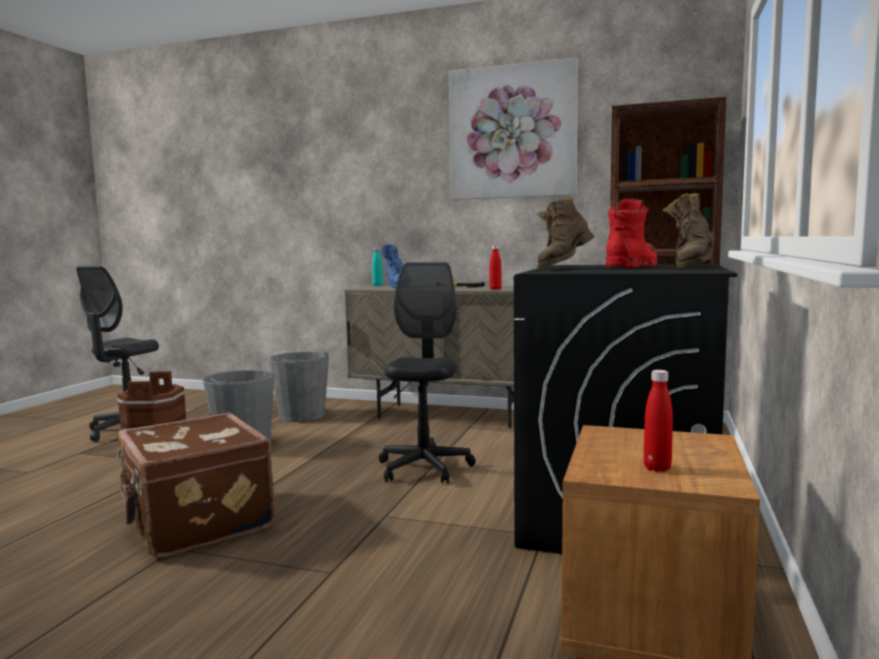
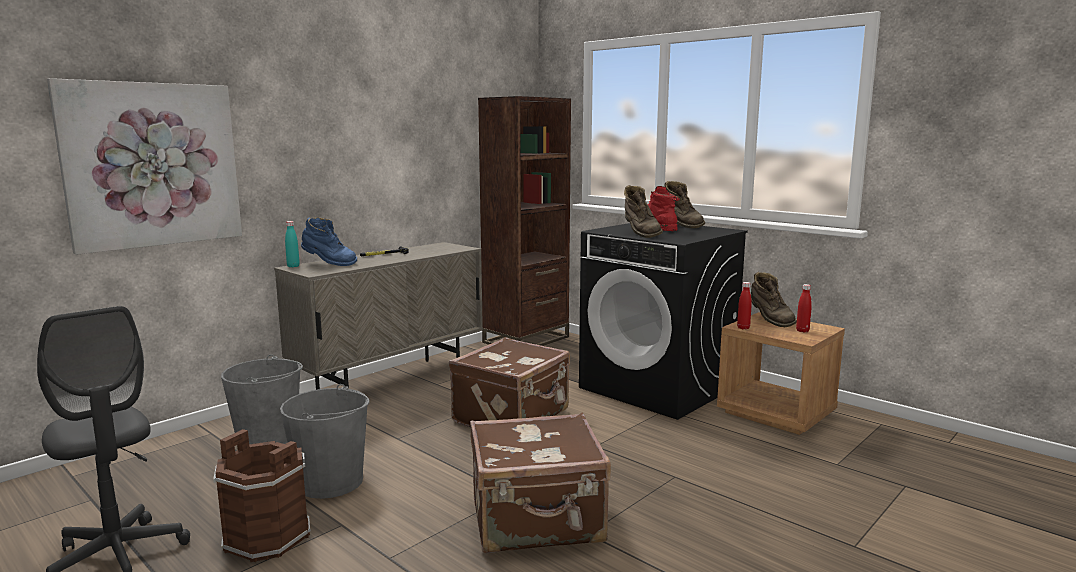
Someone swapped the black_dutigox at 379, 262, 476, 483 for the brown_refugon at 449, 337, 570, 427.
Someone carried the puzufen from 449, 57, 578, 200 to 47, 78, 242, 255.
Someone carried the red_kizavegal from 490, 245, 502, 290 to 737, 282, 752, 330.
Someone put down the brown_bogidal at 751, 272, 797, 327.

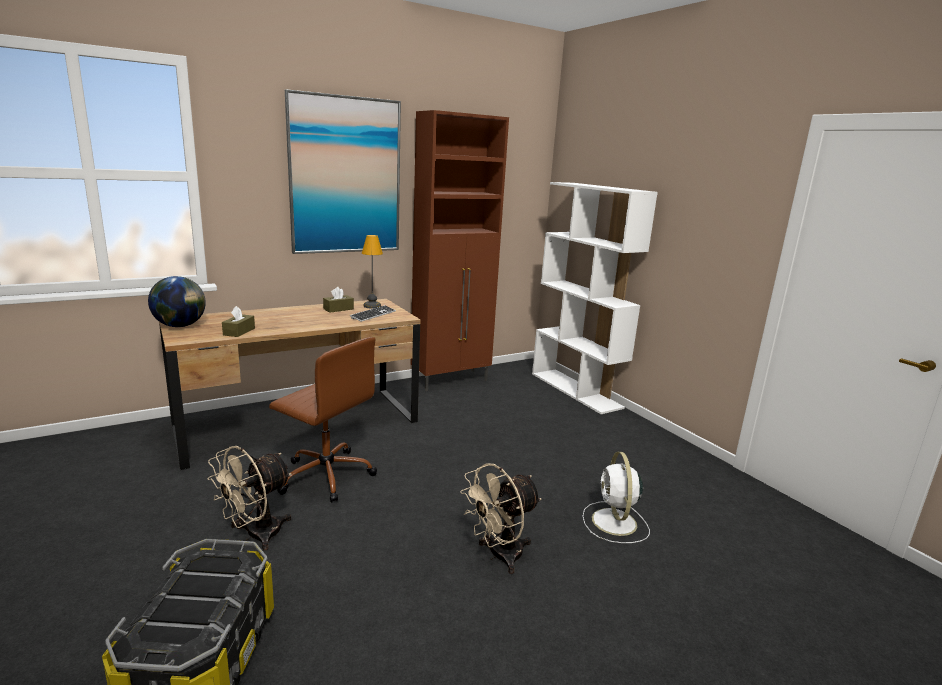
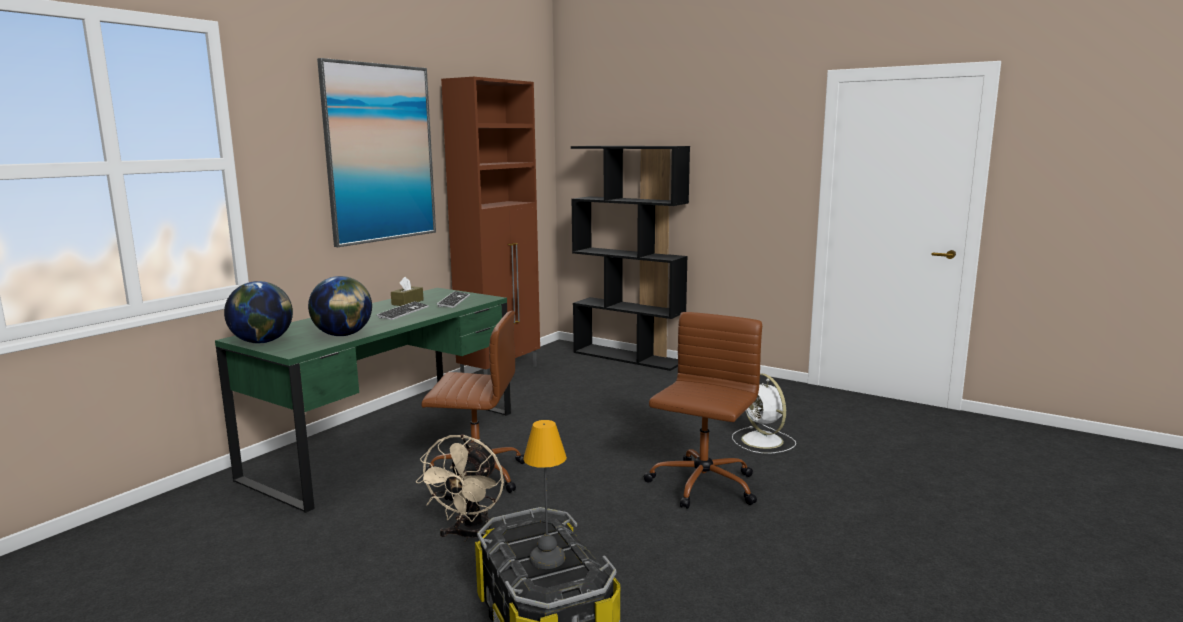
Someone repainted the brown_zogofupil at 159, 299, 420, 470, which became the green_zogofupil at 215, 288, 511, 513.
Someone swapped the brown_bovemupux at 222, 306, 255, 337 for the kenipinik at 308, 276, 372, 336.
Someone carried the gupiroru from 362, 235, 383, 309 to 523, 420, 567, 569.
Someone swapped the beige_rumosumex at 460, 463, 542, 574 for the brown_dutigox at 644, 312, 762, 509.
Someone repainted the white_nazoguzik at 532, 182, 658, 414, which became the black_nazoguzik at 571, 146, 690, 371.
Someone put down the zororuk at 376, 301, 429, 320.

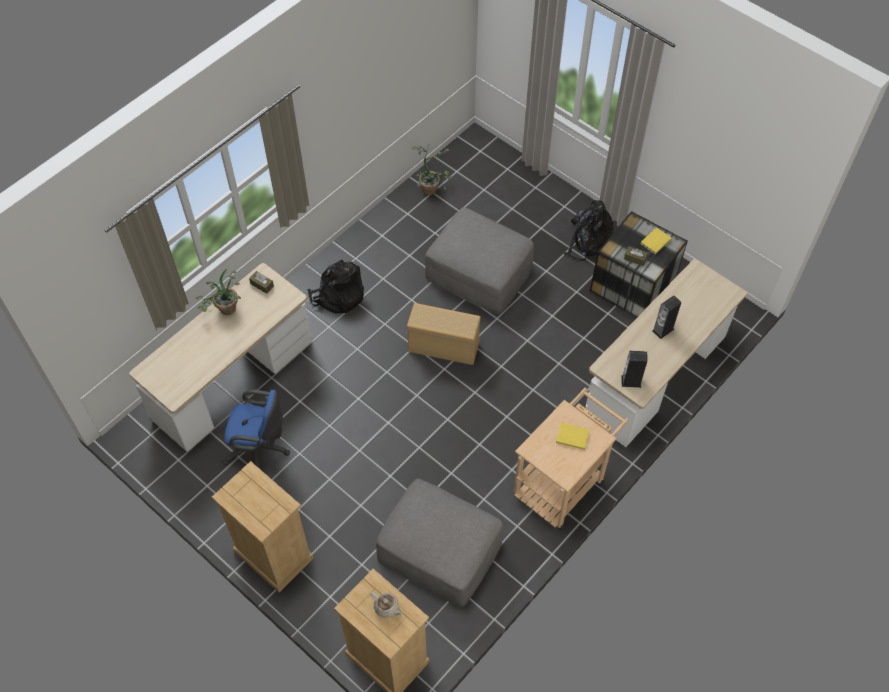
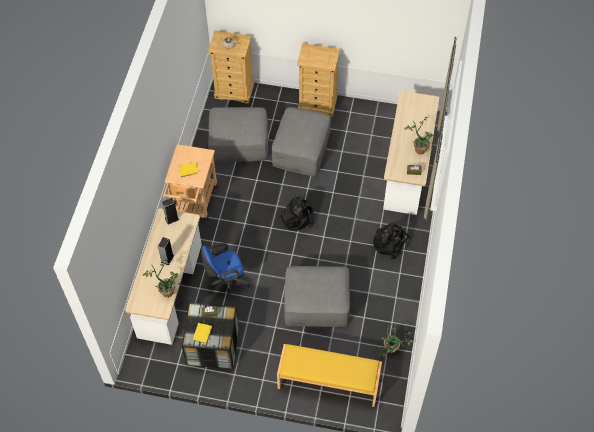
Someone carried the blue_dutigox from 222, 390, 290, 469 to 201, 243, 251, 300.
Someone took away the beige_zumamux at 407, 303, 481, 365.
Someone carried the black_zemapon from 564, 200, 613, 261 to 279, 197, 314, 231.
Someone put down the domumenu at 143, 258, 181, 298.
Someone put down the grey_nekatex at 272, 107, 331, 176.
Someone put down the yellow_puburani at 277, 344, 382, 407.

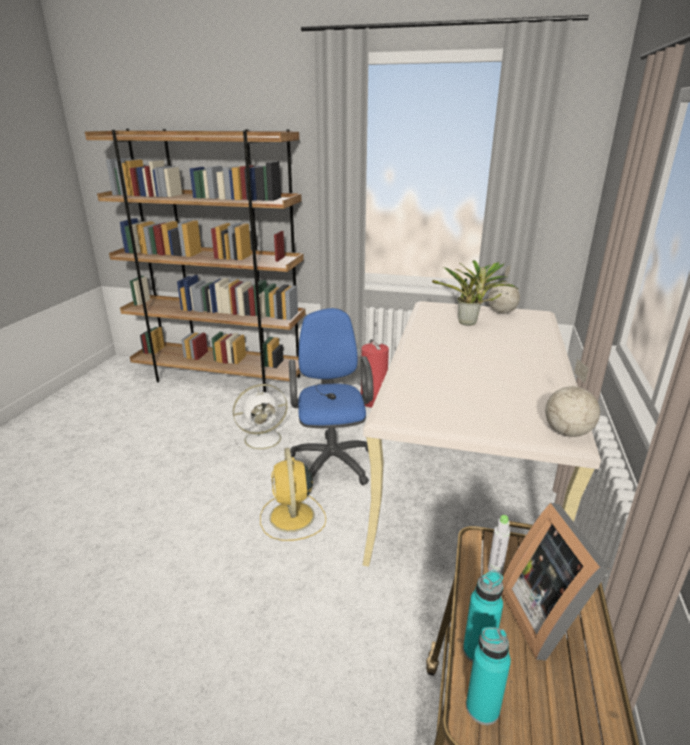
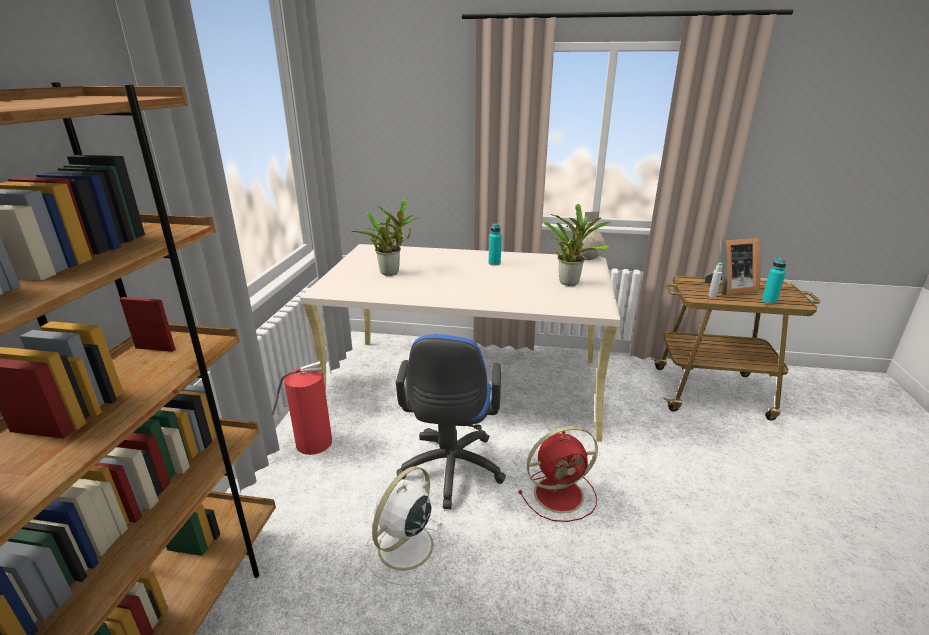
Someone rotated the white_rumosumex at 233, 384, 291, 454 by 120 degrees counterclockwise.
Someone repainted the yellow_rumosumex at 260, 448, 326, 541, which became the red_rumosumex at 518, 426, 598, 522.
Someone rotated the blue_dutigox at 289, 308, 374, 485 by 75 degrees counterclockwise.
Someone carried the turquoise_kizavegal from 466, 627, 511, 725 to 489, 223, 502, 266.
Someone took away the kenipinik at 488, 265, 520, 314.
Someone put down the domumenu at 544, 204, 610, 286.

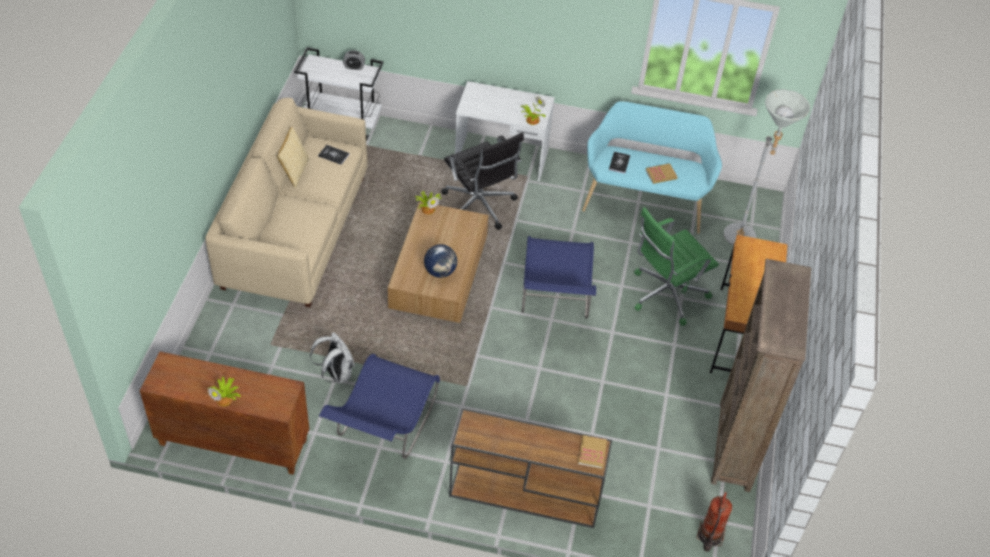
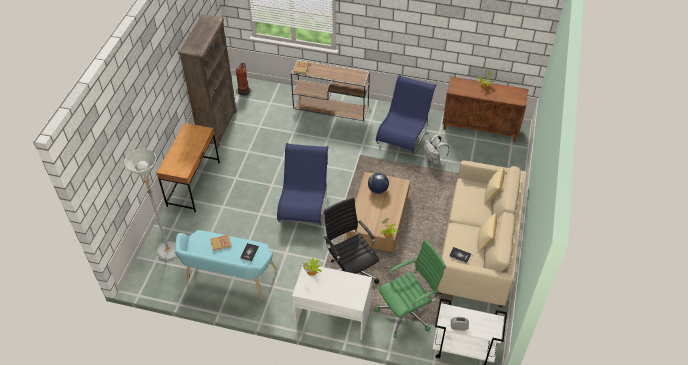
Someone carried the green_dutigox from 634, 207, 719, 326 to 375, 240, 446, 338.
Someone put down the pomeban at 484, 167, 504, 205.

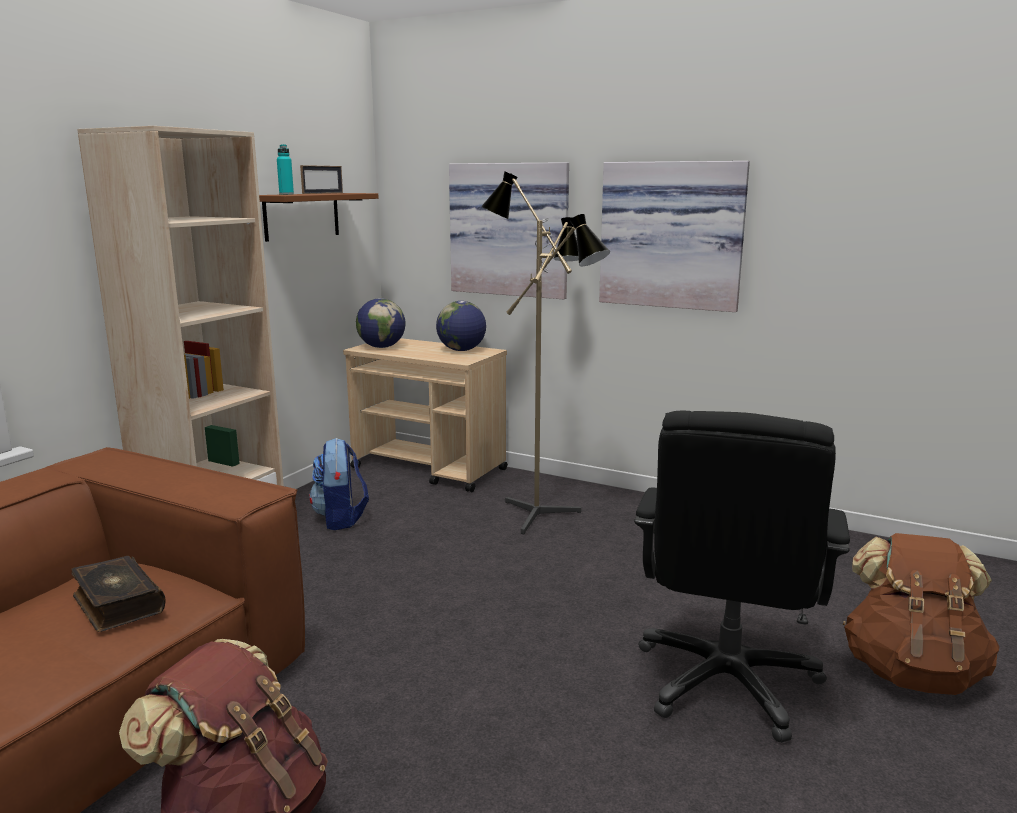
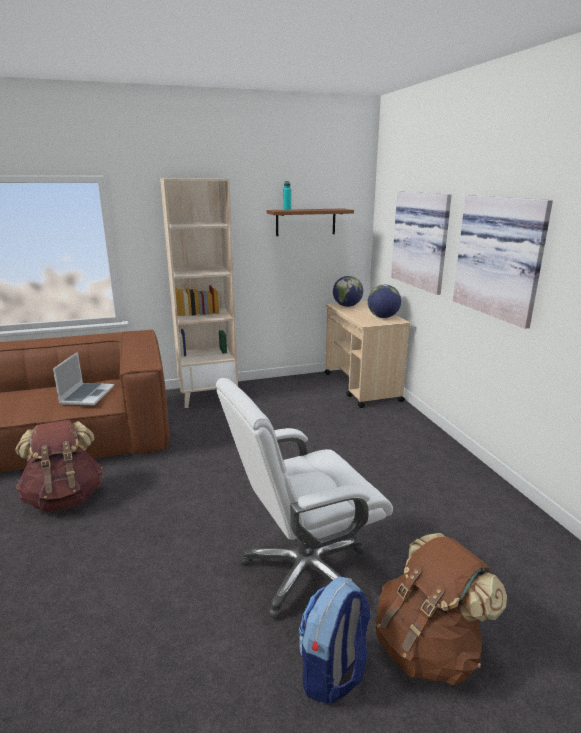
Someone swapped the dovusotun at 71, 556, 166, 632 for the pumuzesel at 53, 352, 114, 406.
Someone took away the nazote at 300, 165, 343, 194.
Someone carried the zemapon from 309, 438, 369, 530 to 299, 577, 371, 704.
Someone took away the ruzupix at 481, 171, 610, 534.
Someone repainted the black_dutigox at 634, 411, 850, 743, which became the white_dutigox at 216, 378, 393, 619.

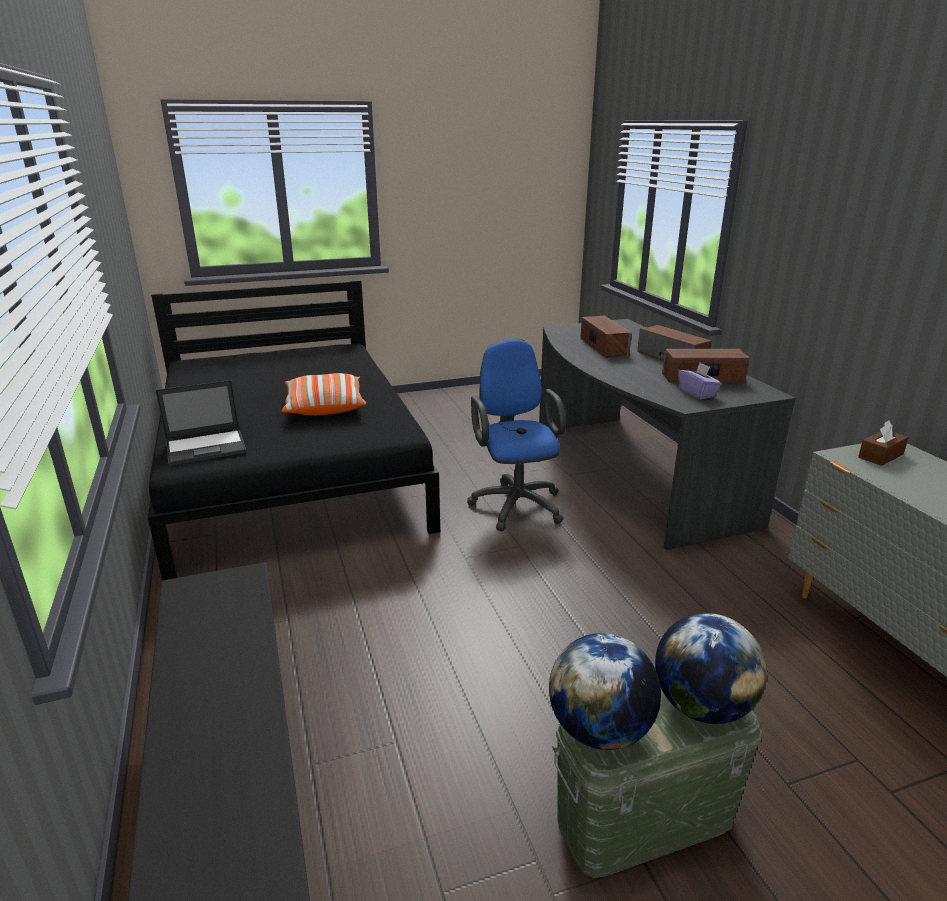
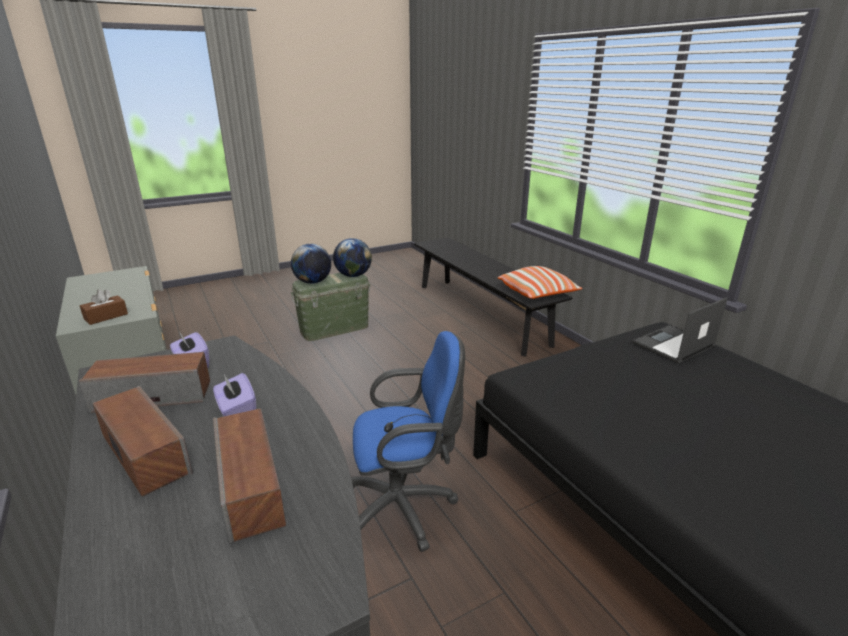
Someone carried the pomeban from 282, 373, 366, 416 to 498, 266, 582, 299.
Someone rotated the blue_dutigox at 467, 339, 566, 531 by 75 degrees counterclockwise.
Someone put down the purple_bovemupux at 213, 373, 256, 416.

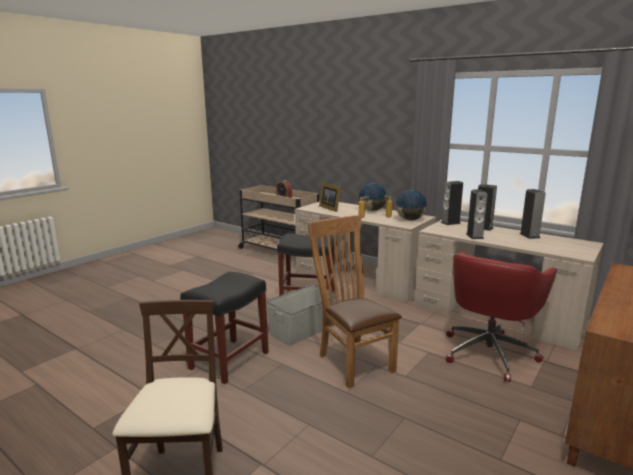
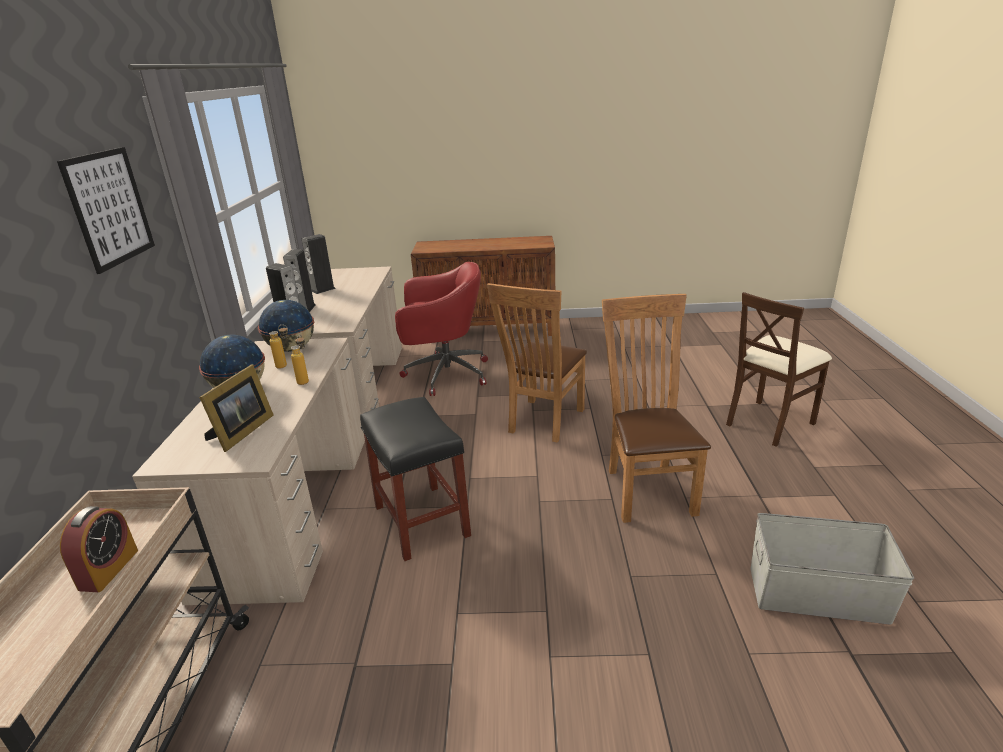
Someone swapped the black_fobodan at 180, 272, 269, 384 for the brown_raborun at 602, 294, 711, 523.
Someone carried the grey_zumamux from 267, 284, 339, 346 to 750, 513, 914, 625.
Someone took away the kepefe at 466, 190, 488, 239.
Someone put up the puzufen at 57, 147, 155, 274.

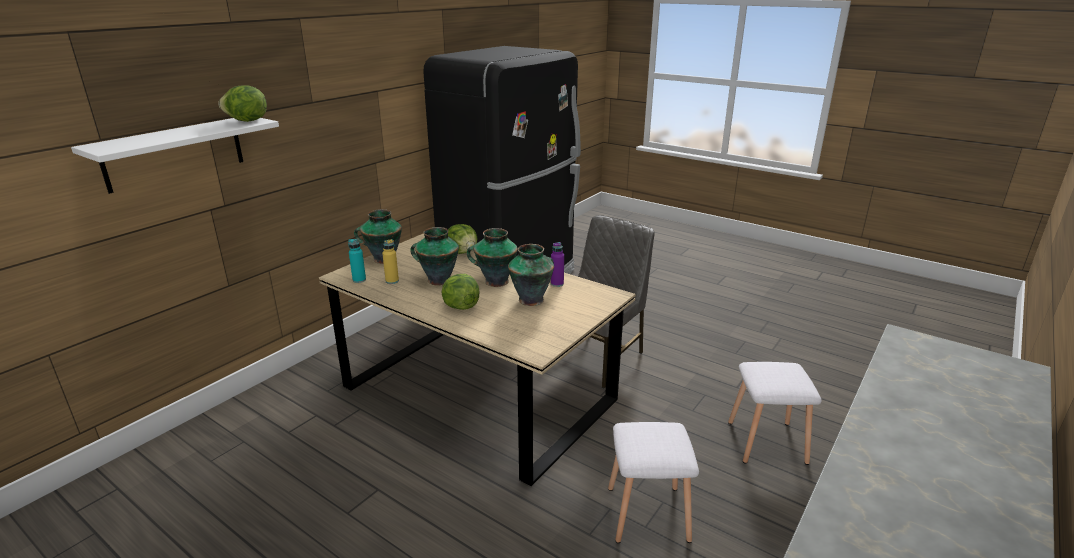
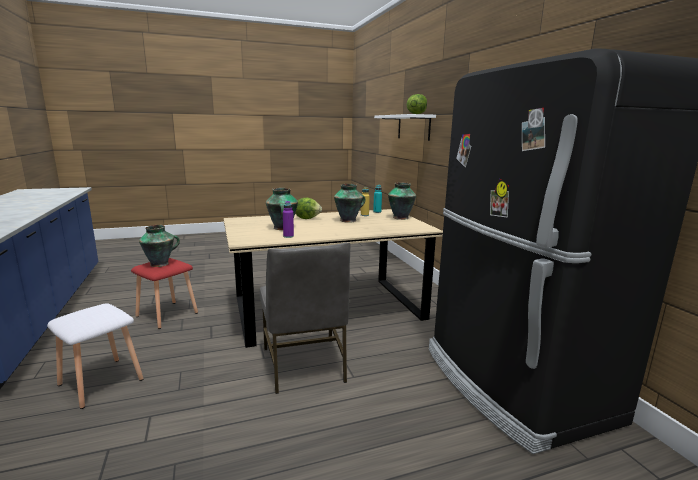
Someone took away the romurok at 448, 224, 478, 254.
Someone carried the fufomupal from 467, 228, 518, 287 to 139, 225, 180, 267.
Someone repainted the white_fobodan at 608, 422, 699, 543, which became the red_fobodan at 131, 258, 198, 329.

